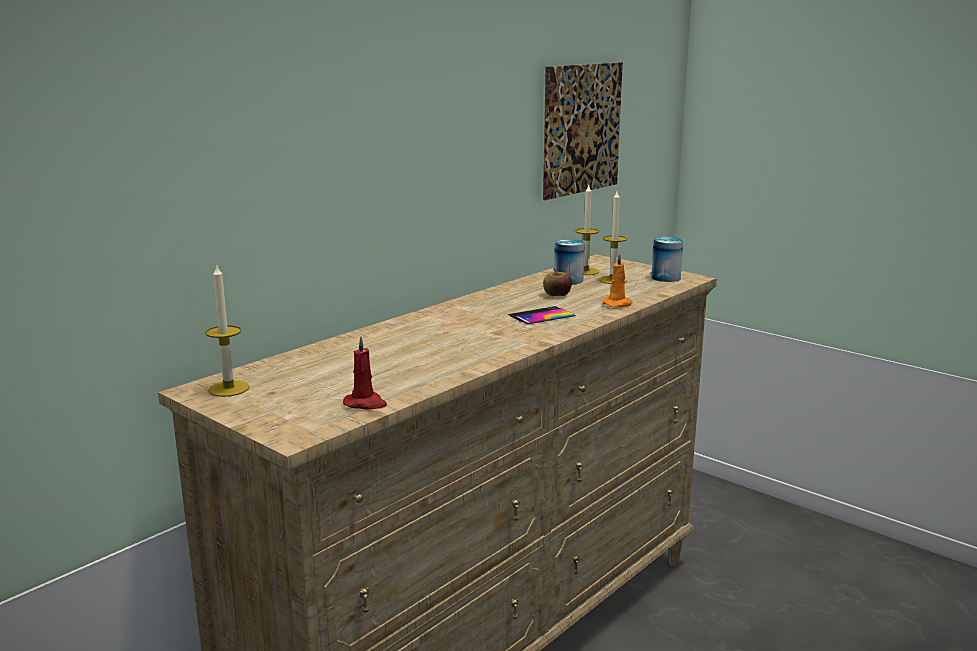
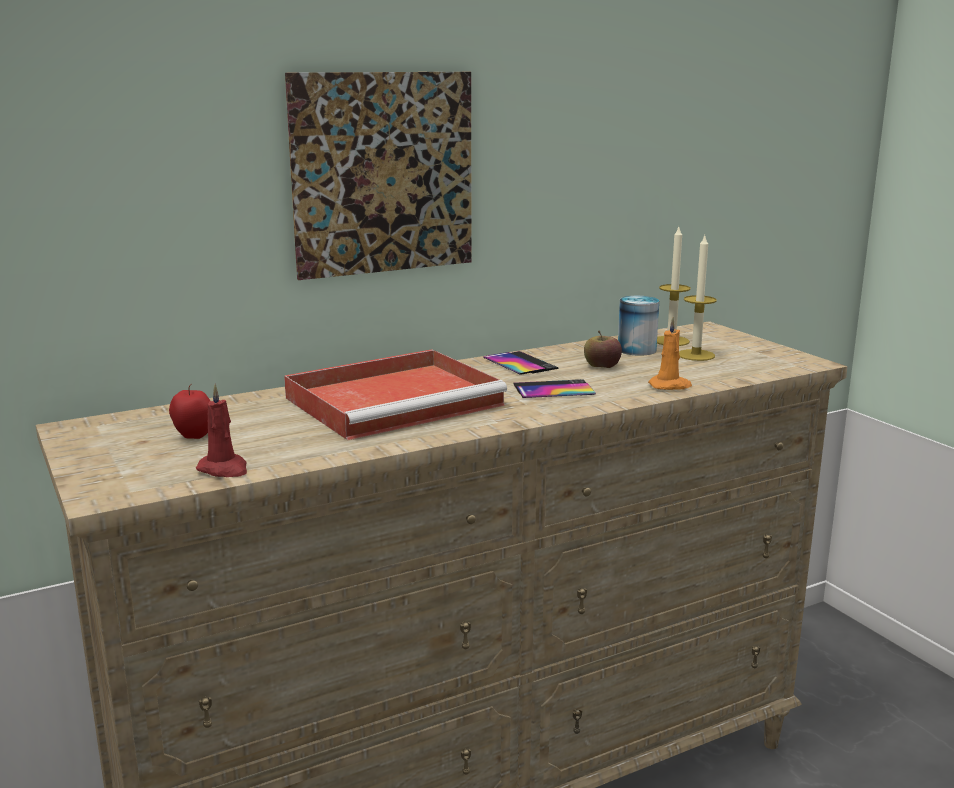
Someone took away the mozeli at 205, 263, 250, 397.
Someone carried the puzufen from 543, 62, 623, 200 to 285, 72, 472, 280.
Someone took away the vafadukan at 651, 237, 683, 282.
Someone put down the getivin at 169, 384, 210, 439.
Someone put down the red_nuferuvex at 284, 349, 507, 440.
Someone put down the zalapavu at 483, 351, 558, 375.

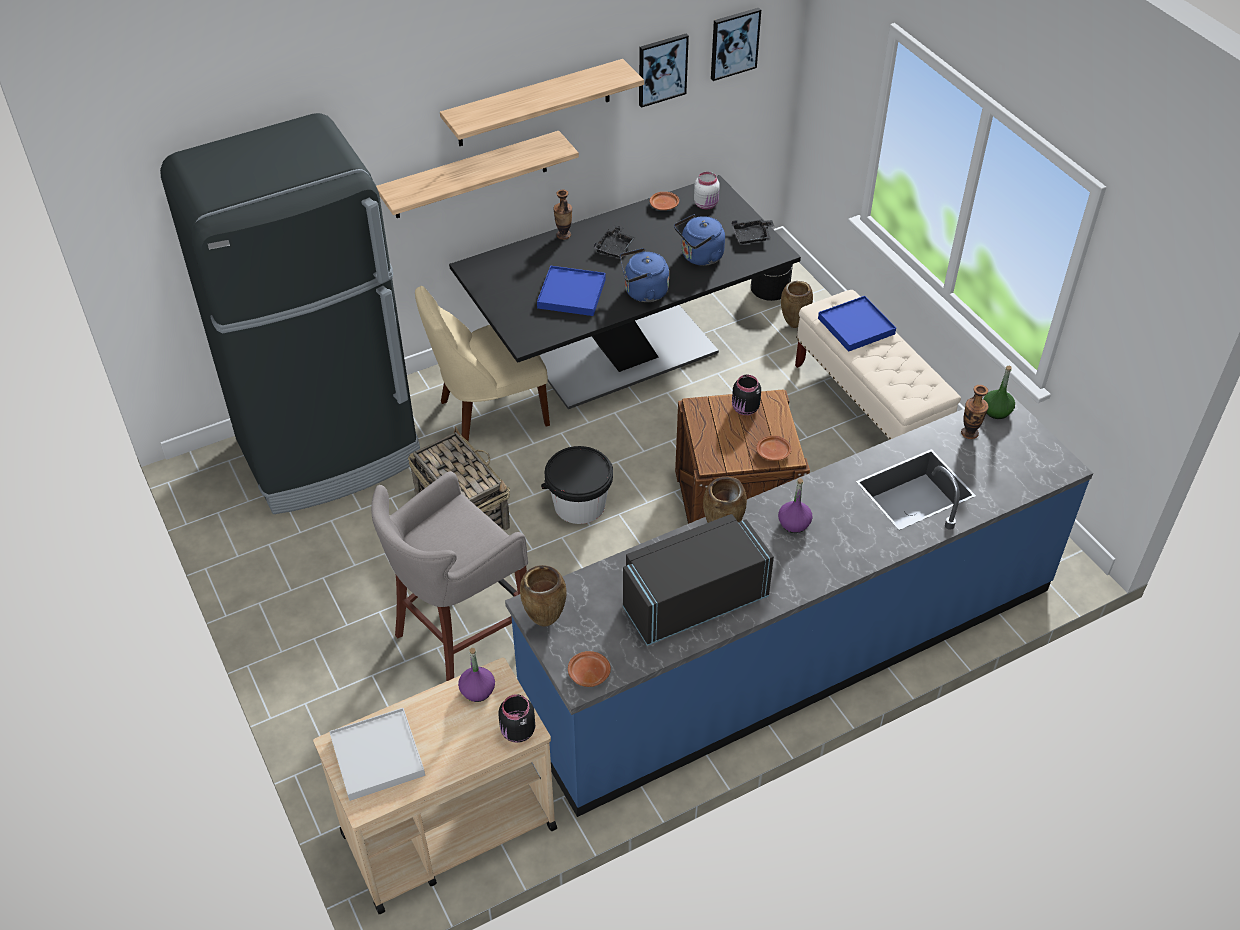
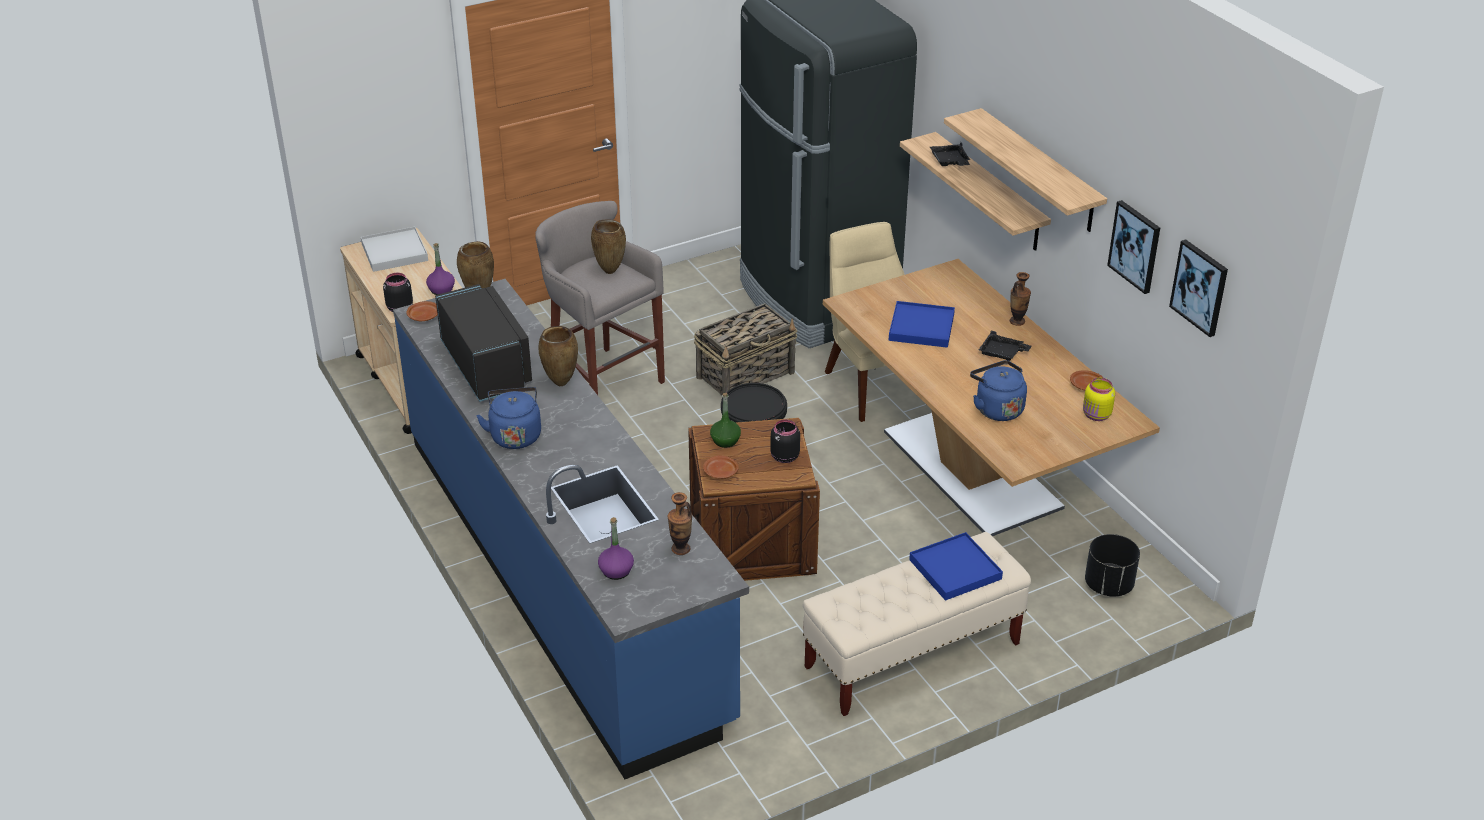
Someone repainted the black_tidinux at 449, 175, 801, 409, which became the beige_tidinux at 823, 259, 1160, 536.
Someone carried the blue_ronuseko from 620, 248, 669, 302 to 476, 387, 541, 449.
Someone repainted the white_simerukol at 694, 172, 720, 209, which became the yellow_simerukol at 1083, 378, 1115, 421.
Someone carried the black_nuferuvex from 732, 219, 774, 244 to 930, 142, 970, 166.
Someone carried the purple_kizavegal from 778, 478, 813, 533 to 598, 517, 634, 580.
Someone carried the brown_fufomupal from 781, 281, 813, 328 to 591, 220, 626, 274.
Someone carried the green_kizavegal from 983, 366, 1015, 419 to 710, 393, 741, 448.

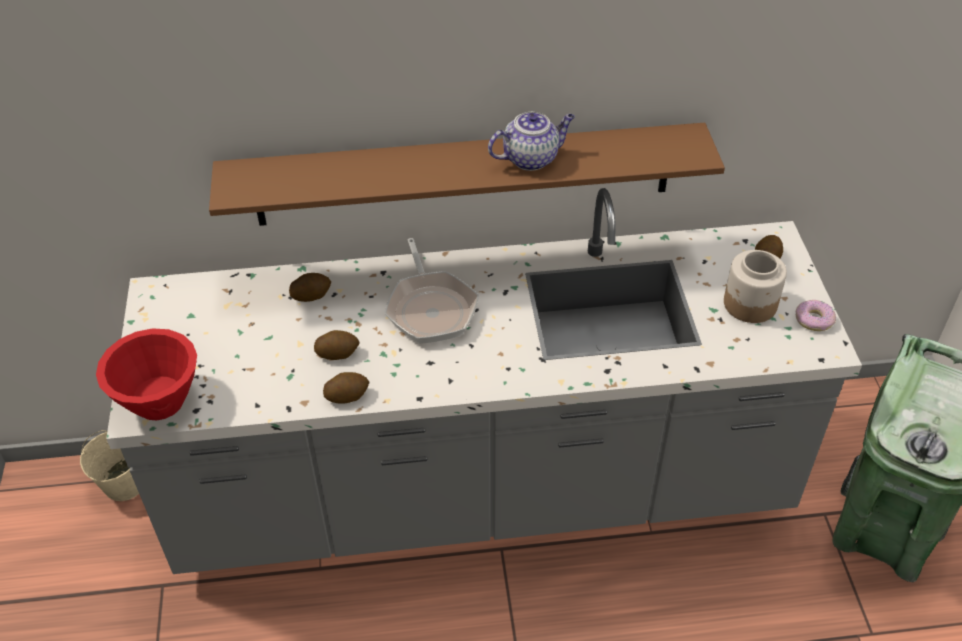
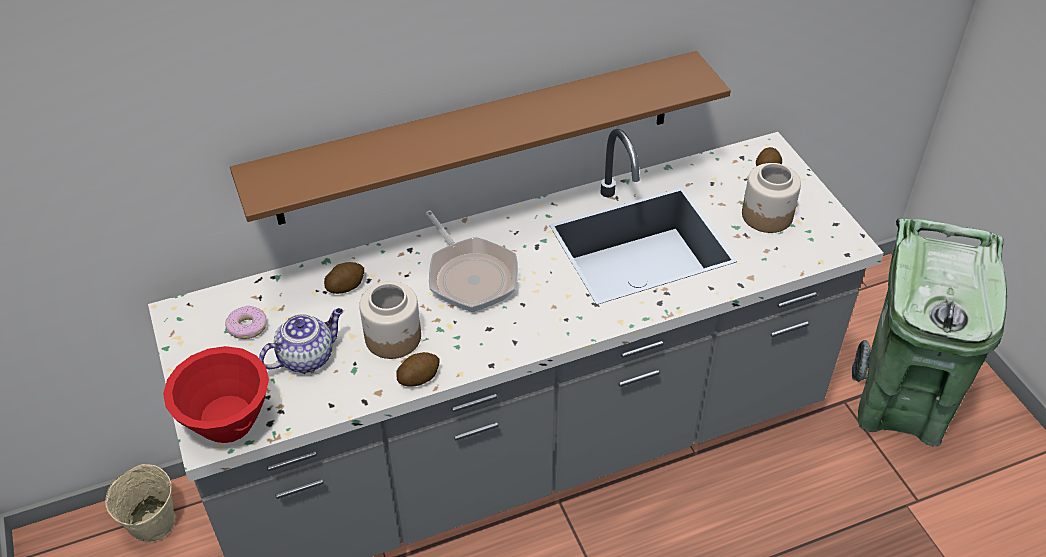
Someone swapped the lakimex at 314, 330, 359, 360 for the simerukol at 359, 281, 421, 359.
Someone carried the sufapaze from 488, 112, 575, 171 to 259, 308, 343, 373.
Someone carried the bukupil from 796, 300, 836, 331 to 225, 306, 266, 339.

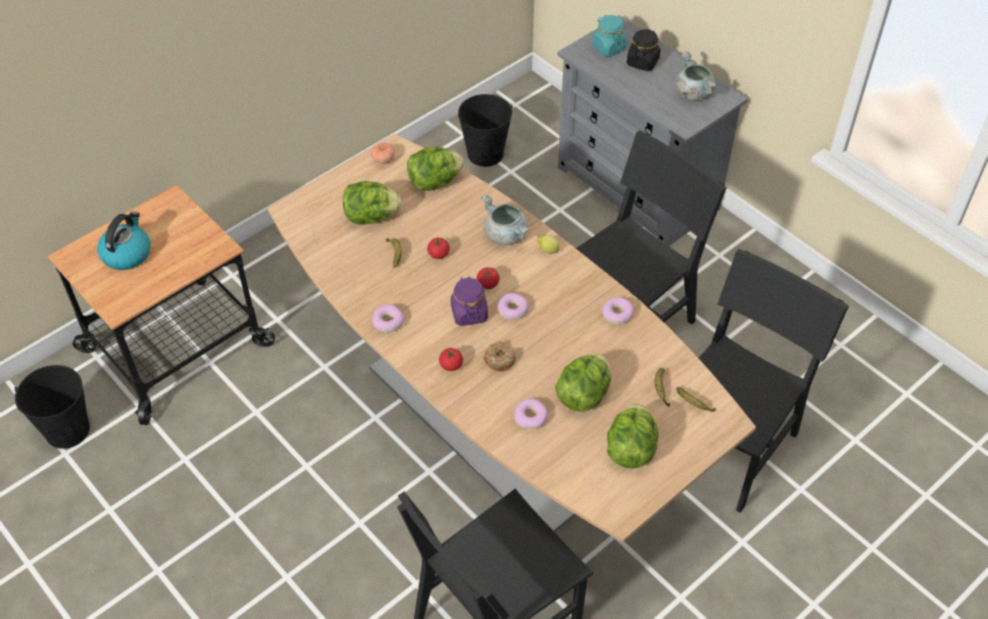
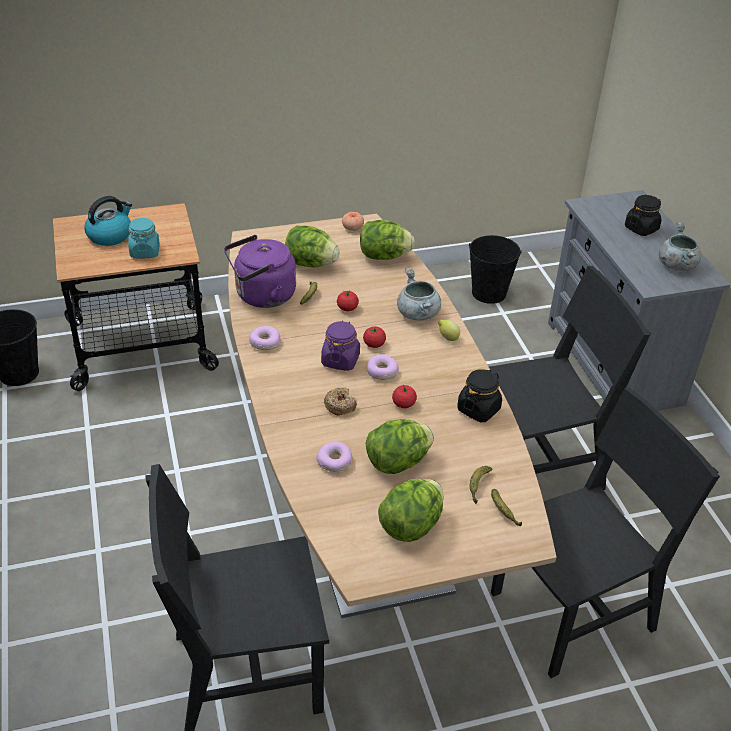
Someone carried the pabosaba from 439, 348, 463, 371 to 392, 384, 417, 408.
Someone carried the turquoise_simerukol from 592, 15, 627, 57 to 128, 218, 160, 258.
Someone swapped the bukupil at 603, 297, 634, 325 for the black_simerukol at 457, 369, 502, 422.
Someone put down the purple_ronuseko at 224, 235, 296, 308.

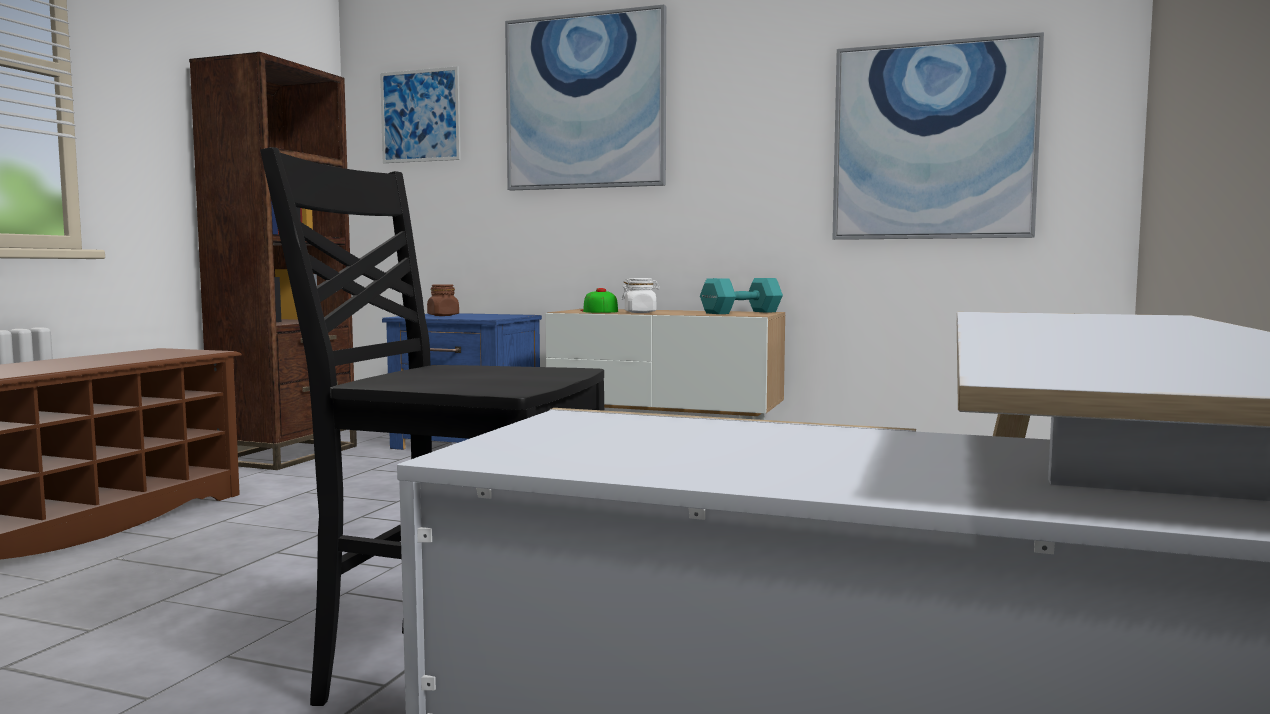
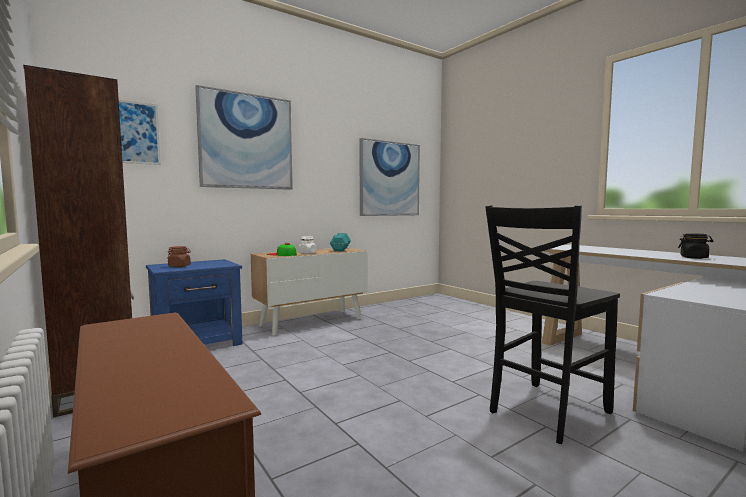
Someone put down the black_simerukol at 678, 233, 714, 259.

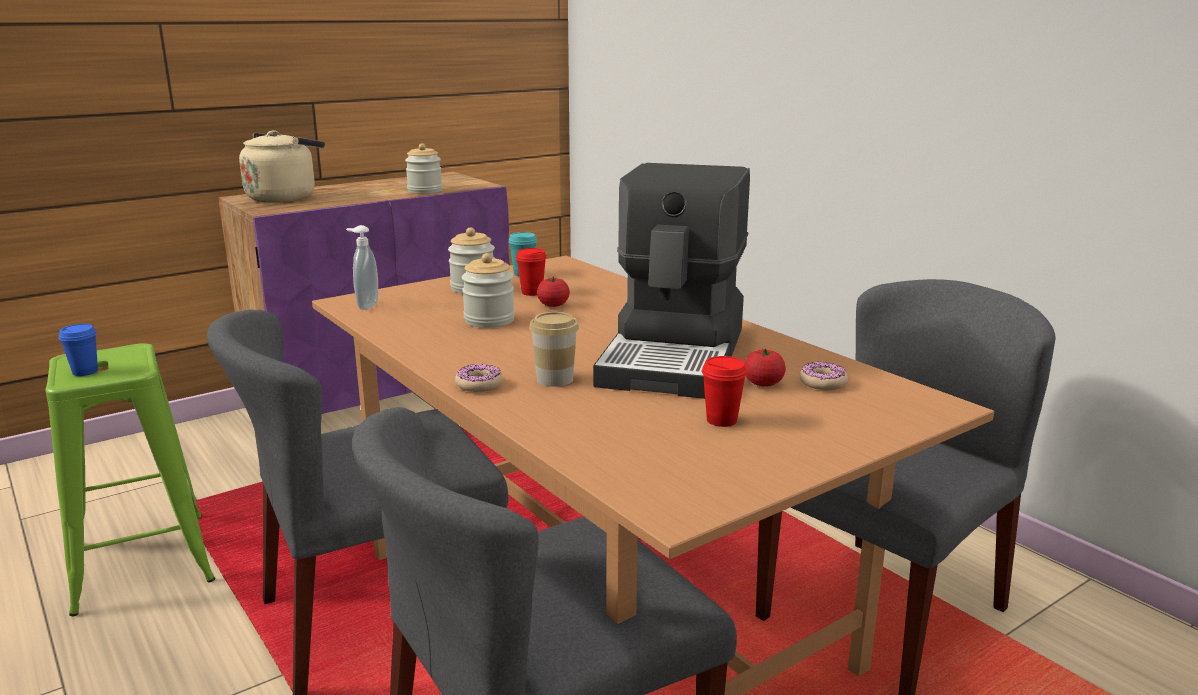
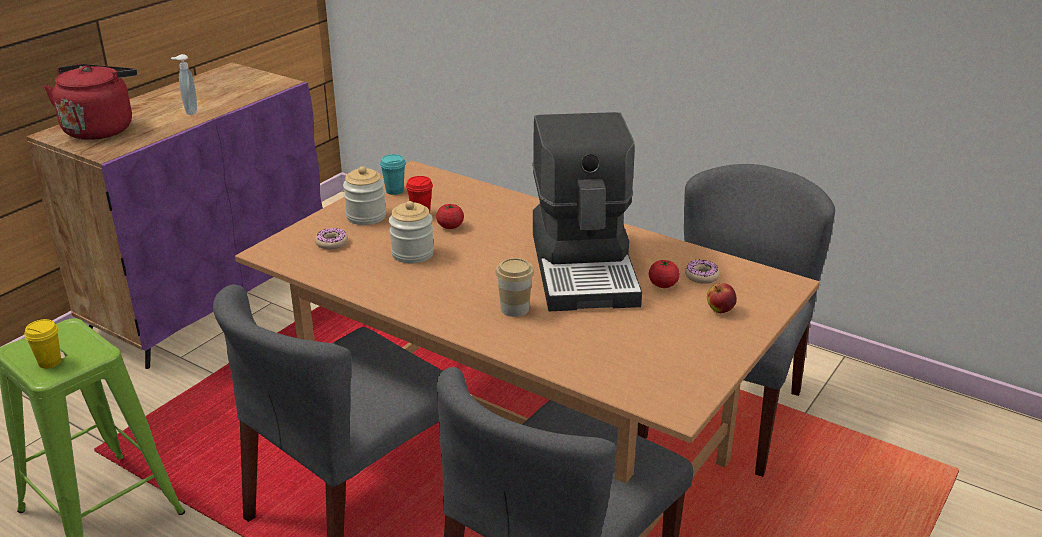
Someone repainted the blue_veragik at 59, 324, 98, 376, which became the yellow_veragik at 24, 319, 61, 369.
Someone repainted the beige_ronuseko at 239, 130, 325, 203, which became the red_ronuseko at 44, 64, 137, 140.
Someone carried the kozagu from 346, 225, 378, 310 to 171, 54, 197, 115.
Someone took away the simerukol at 405, 143, 442, 194.
Someone carried the bukupil from 455, 364, 503, 392 to 315, 228, 348, 249.
Someone took away the red_veragik at 702, 356, 747, 427.
Someone put down the getivin at 707, 283, 737, 313.

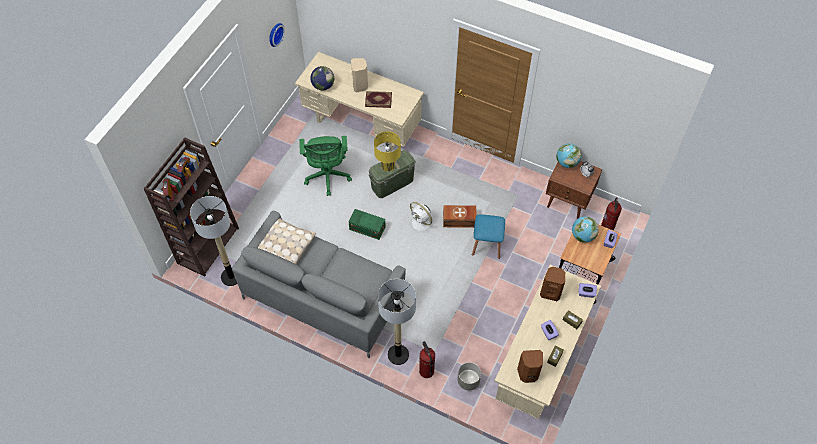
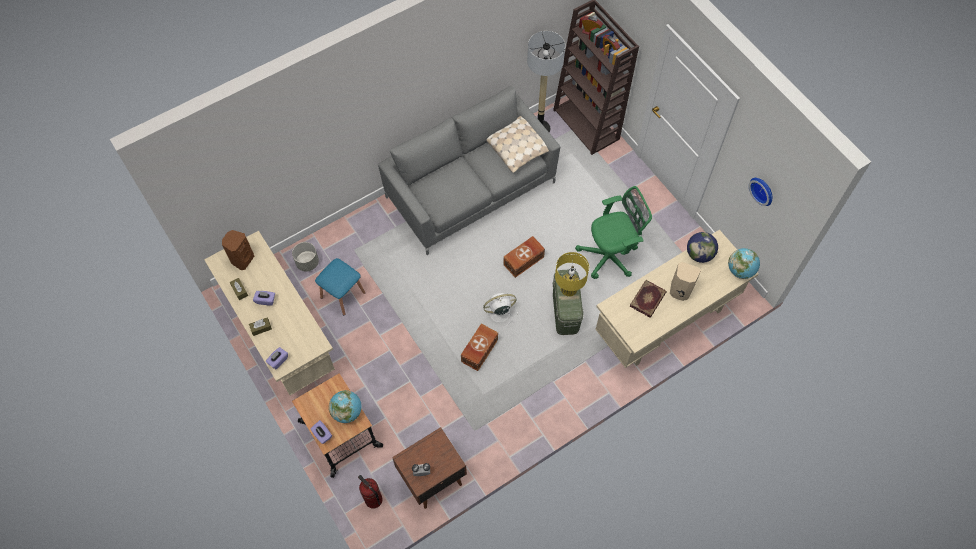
Someone rotated the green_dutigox at 299, 136, 352, 196 by 135 degrees clockwise.
Someone repainted the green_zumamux at 349, 209, 386, 240, which became the brown_zumamux at 503, 236, 545, 278.
Someone took away the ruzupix at 378, 279, 416, 365.
Someone took away the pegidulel at 419, 341, 435, 378.
Someone carried the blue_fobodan from 472, 214, 505, 259 to 315, 258, 365, 315.
Someone took away the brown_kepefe at 540, 267, 565, 301.
Someone carried the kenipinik from 556, 143, 582, 168 to 728, 248, 760, 279.

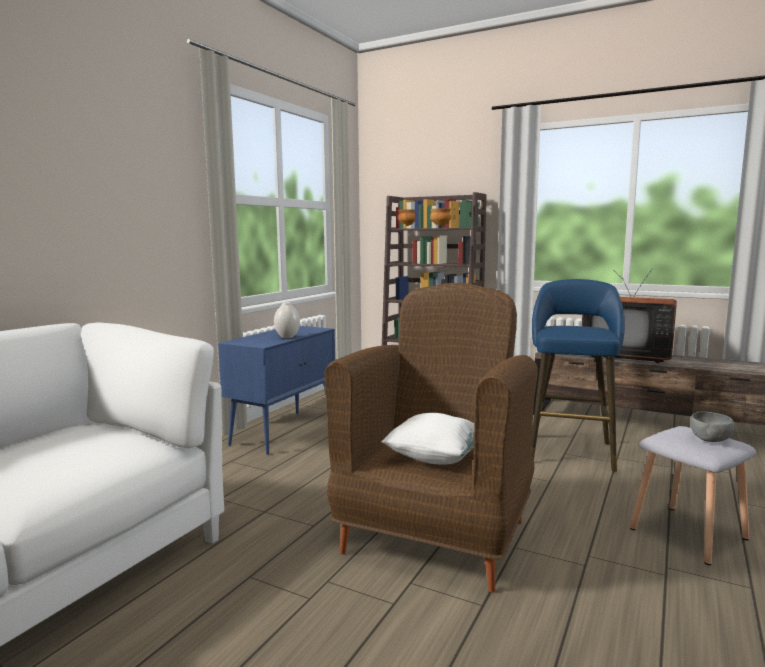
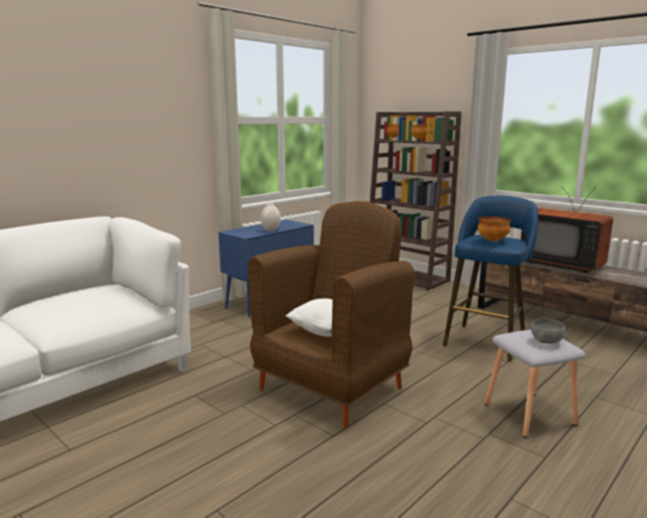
Someone put down the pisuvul at 478, 216, 511, 241.

